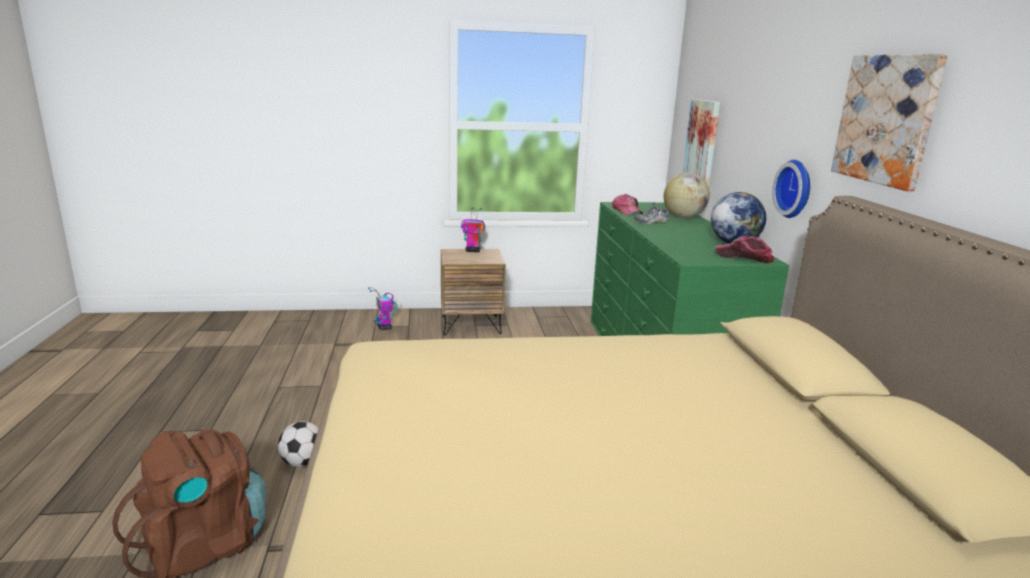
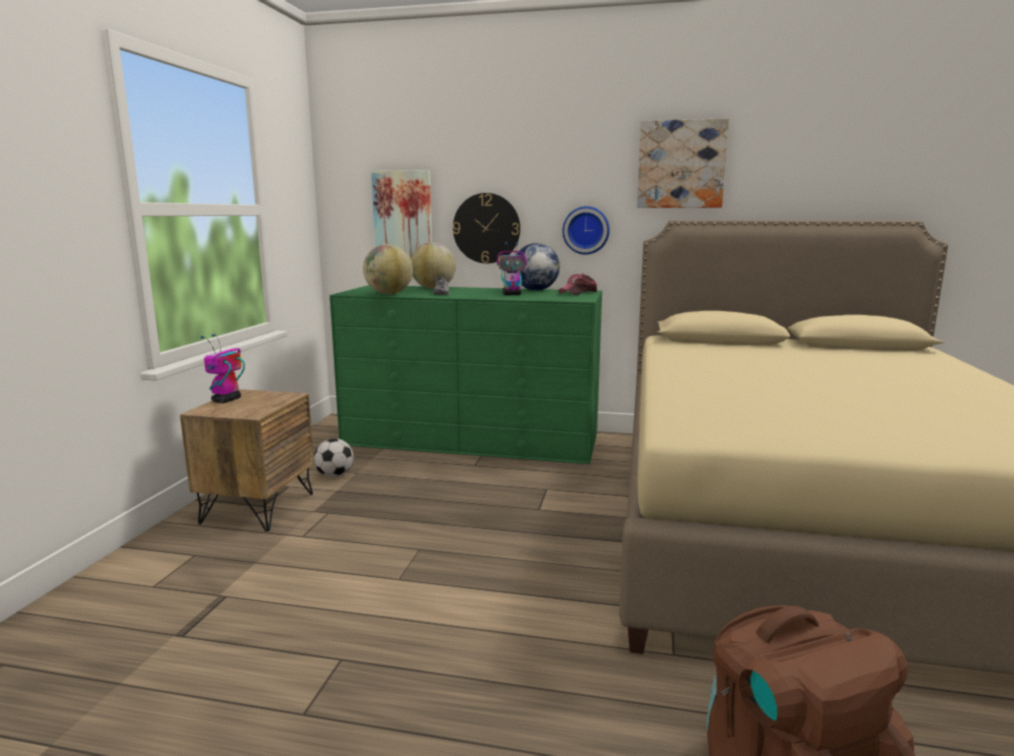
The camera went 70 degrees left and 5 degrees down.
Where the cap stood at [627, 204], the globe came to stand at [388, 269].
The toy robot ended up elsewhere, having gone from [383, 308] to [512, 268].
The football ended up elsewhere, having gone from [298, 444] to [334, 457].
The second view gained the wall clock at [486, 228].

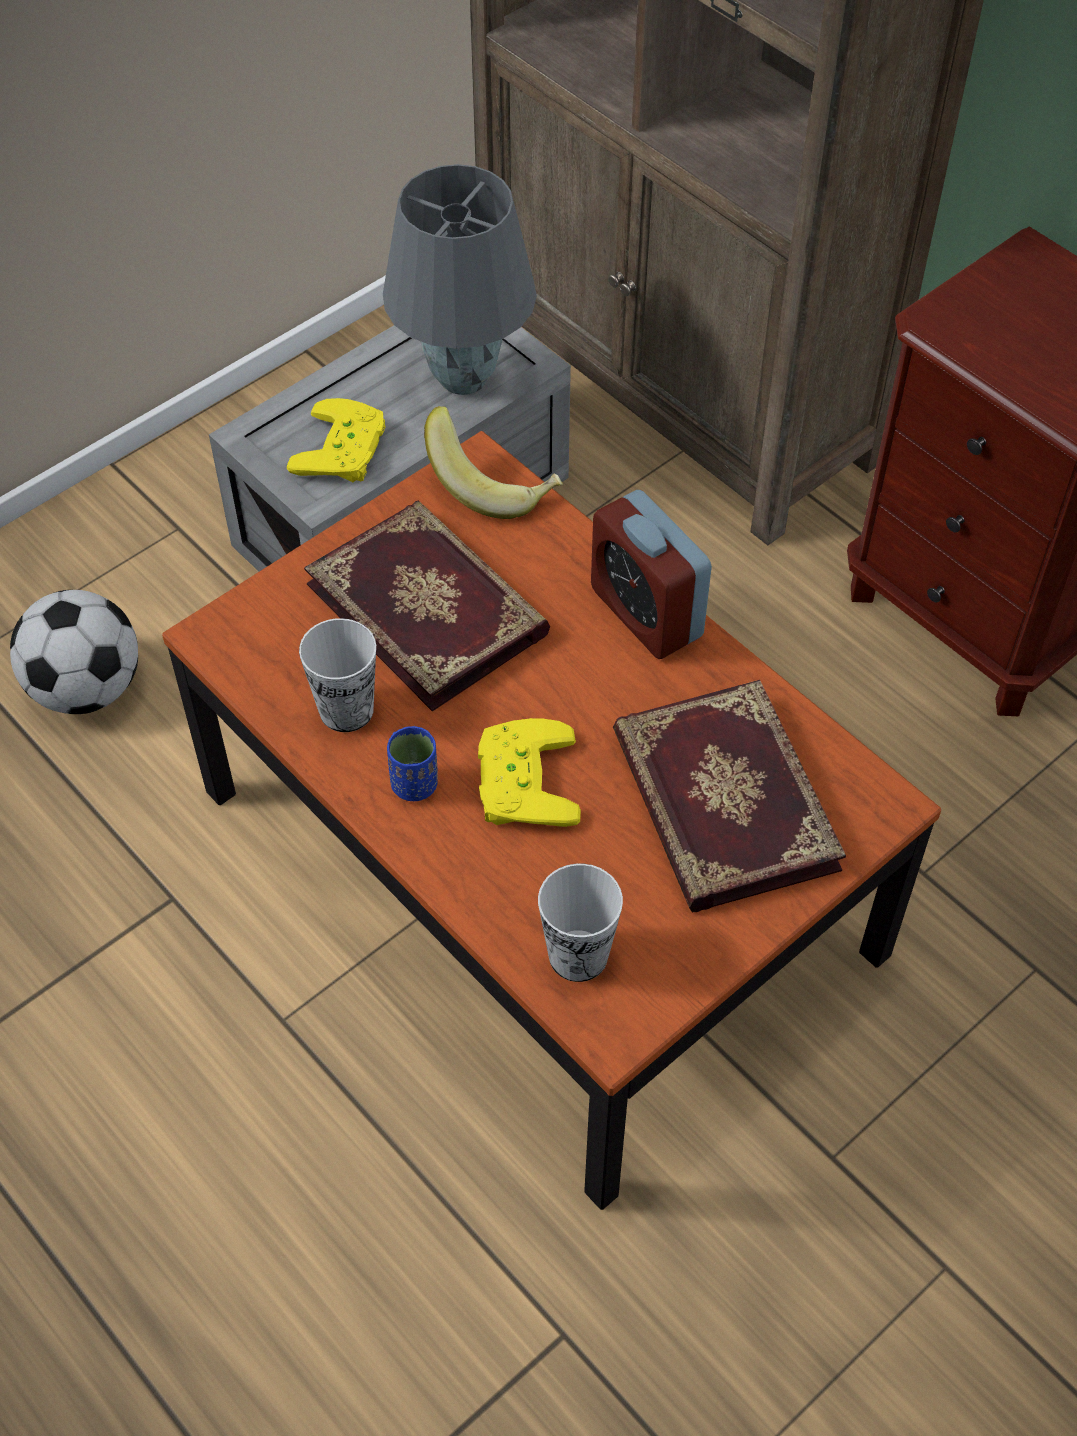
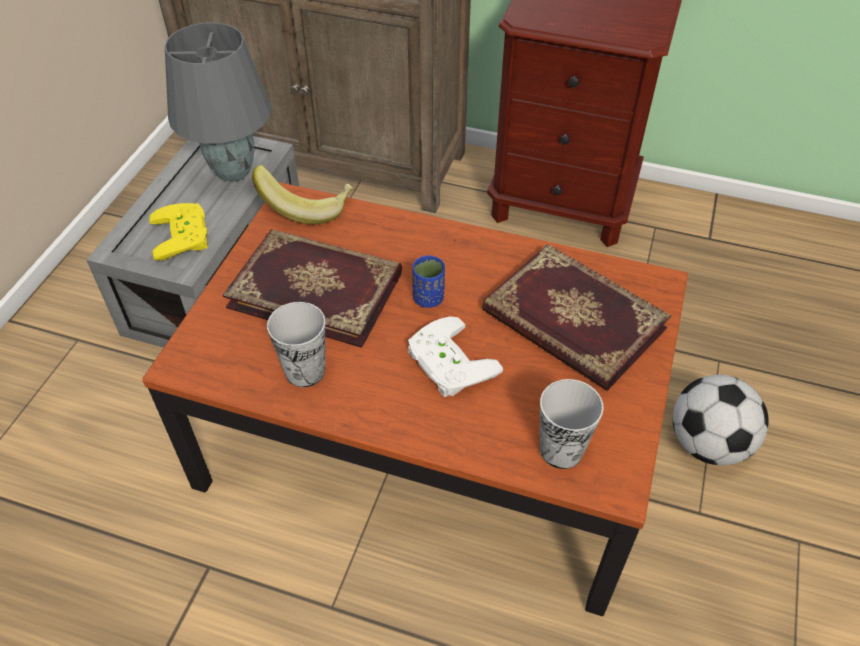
The camera went 30 degrees left and 5 degrees down.
The second view lost the alarm clock at [651, 574].
The football ended up elsewhere, having gone from [74, 652] to [721, 420].
What was the yellow game controller at [529, 772] turned into the white game controller at [455, 356].
The blue cup ended up elsewhere, having gone from [412, 763] to [428, 281].

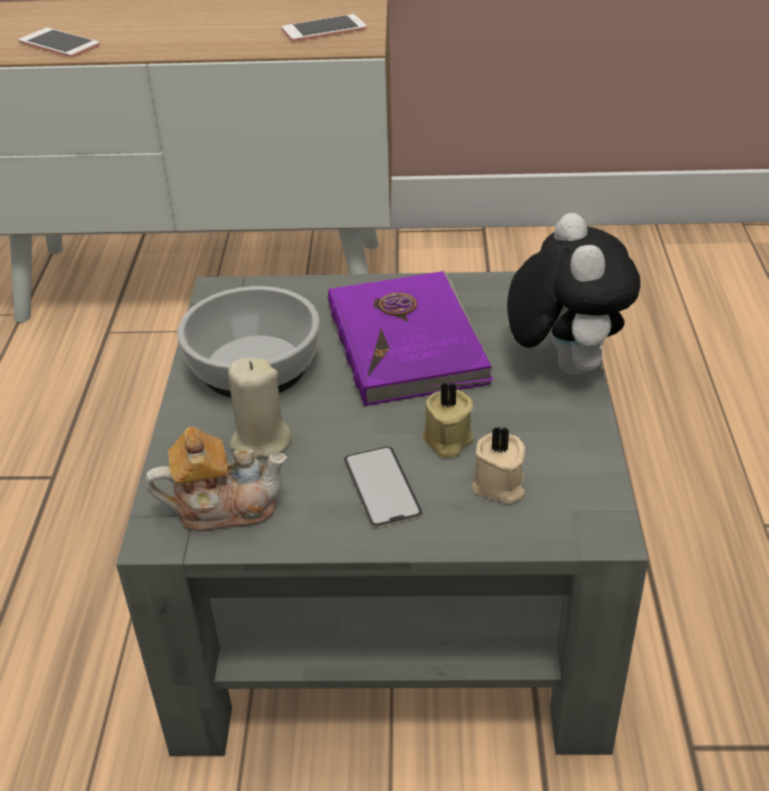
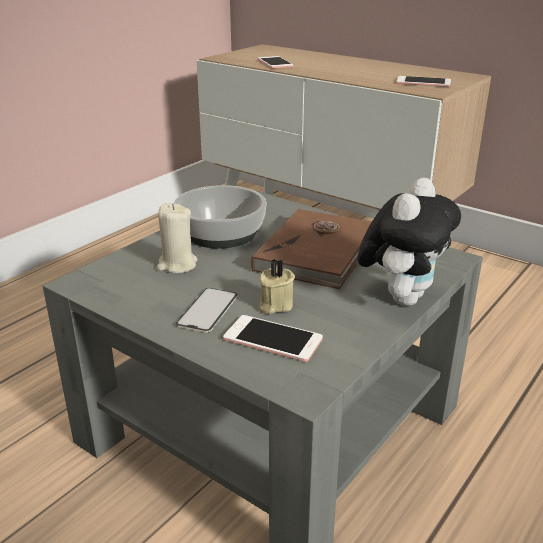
The camera went 35 degrees right and 10 degrees down.
What was the purple book at [411, 338] turned into the brown book at [311, 249].
Where the beige candle stood at [498, 465], the phone came to stand at [273, 338].
The second view lost the teapot at [216, 479].

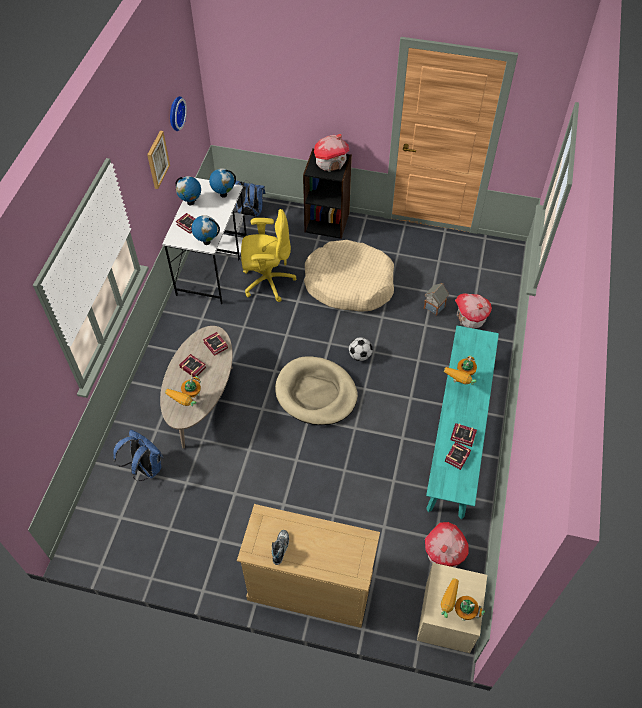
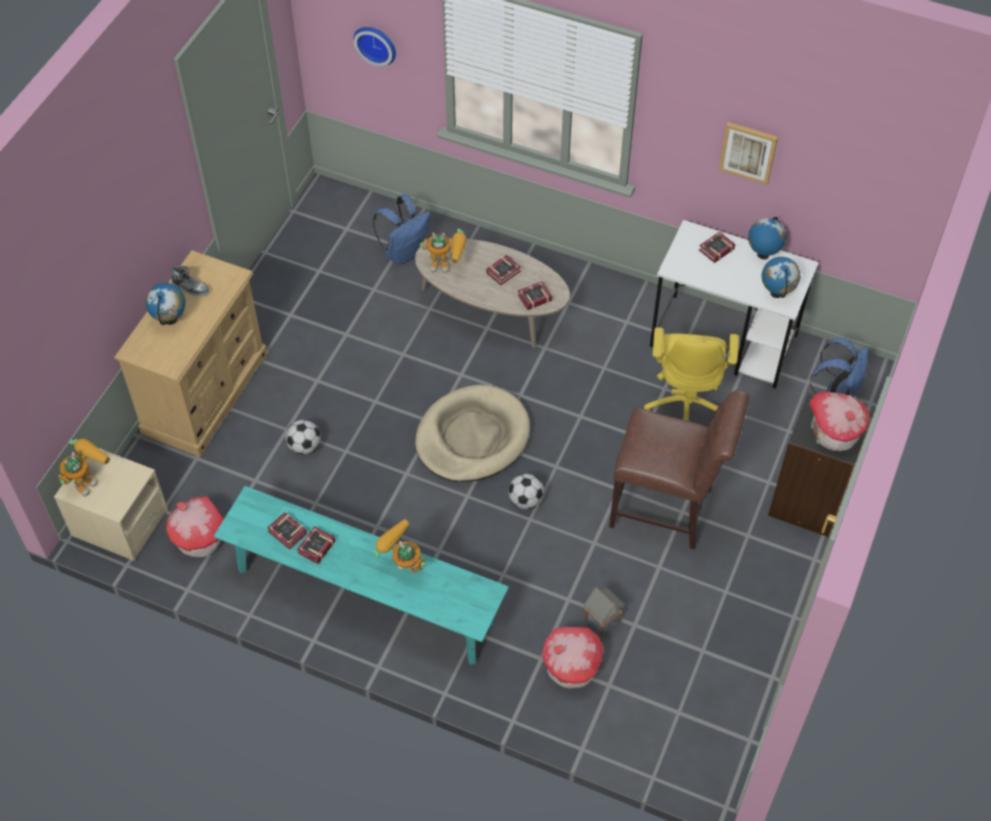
The camera went 100 degrees right and 0 degrees up.
The wall clock ended up elsewhere, having gone from [178, 113] to [375, 46].
The globe ended up elsewhere, having gone from [205, 230] to [165, 304].
Where the beige dog bed stood at [349, 276], the brown chair came to stand at [679, 469].
The toy robot at [183, 391] ended up facing another way, 150 degrees clockwise from before.
The second view gained the football at [303, 437].

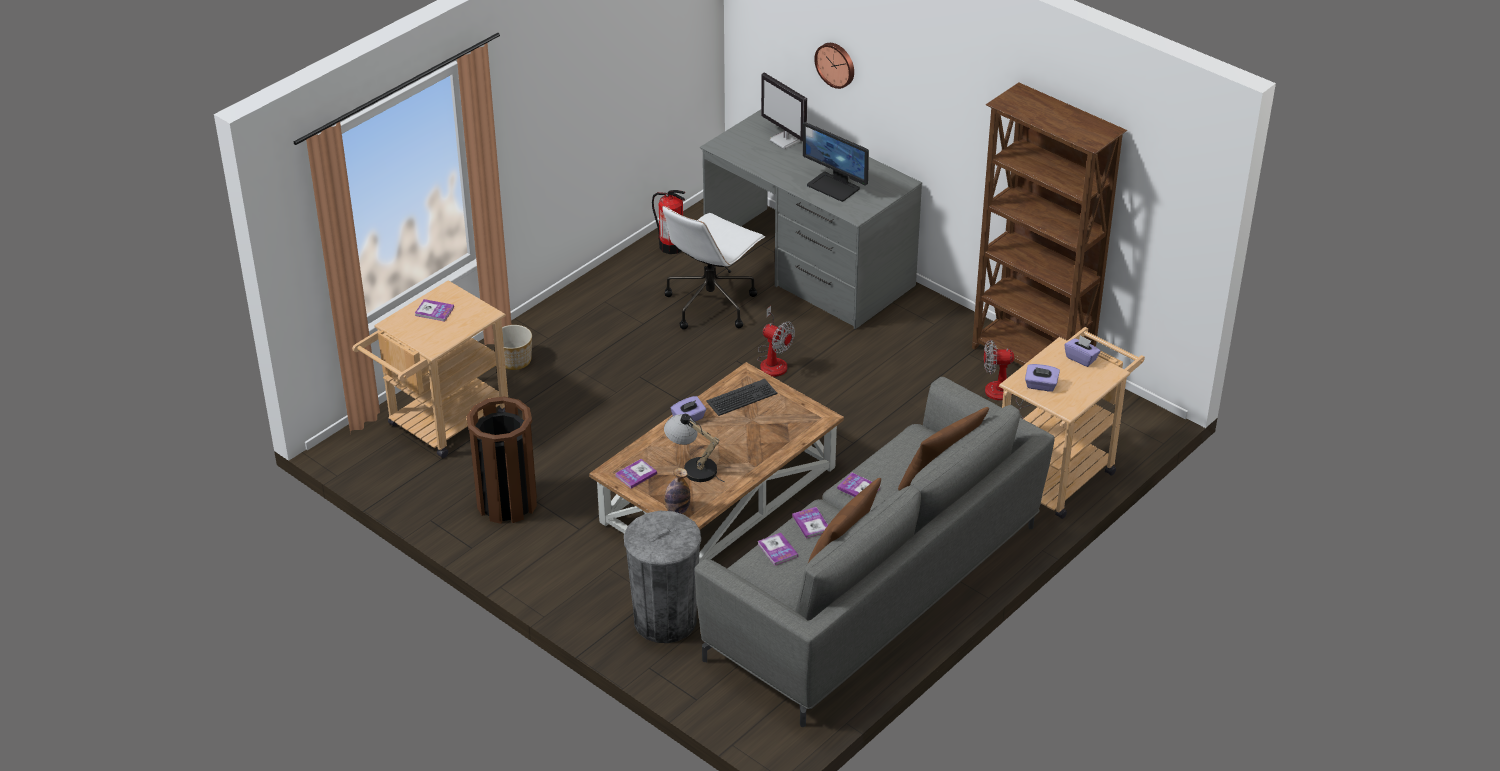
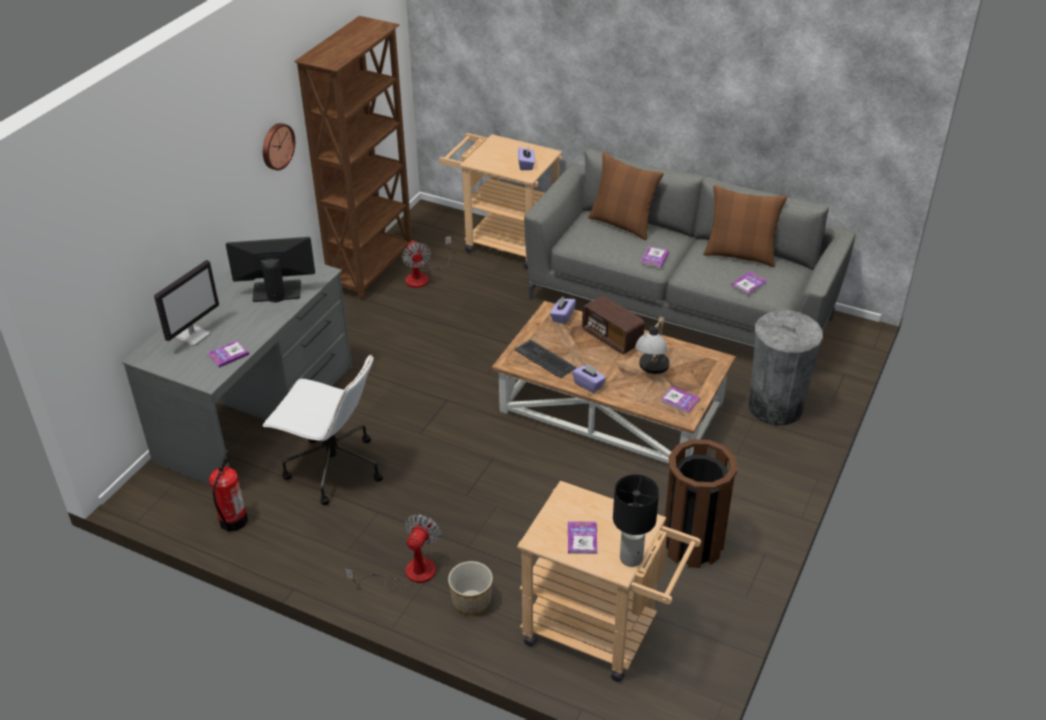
The camera went 105 degrees left and 0 degrees up.
The wall clock ended up elsewhere, having gone from [834, 66] to [279, 146].
The monitor at [836, 162] ended up facing another way, 120 degrees counterclockwise from before.
The fan ended up elsewhere, having gone from [776, 341] to [393, 552].
The purple tissue box ended up elsewhere, having gone from [1082, 351] to [563, 310].
The second view lost the bottle at [677, 491].
The book ended up elsewhere, having gone from [810, 522] to [228, 354].
The second view gained the radio at [613, 324].
The second view gained the black table lamp at [636, 520].

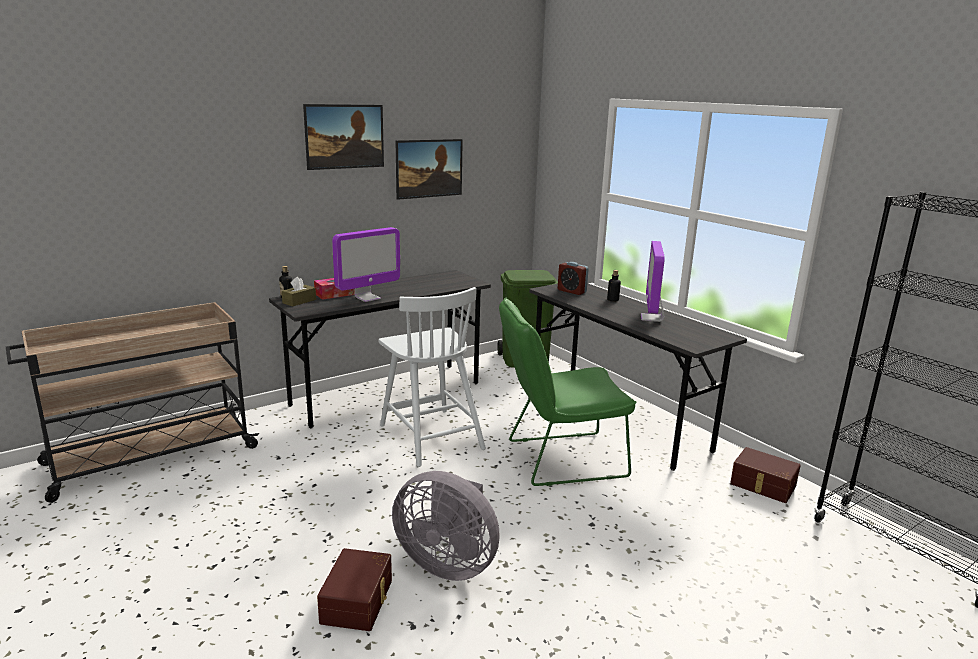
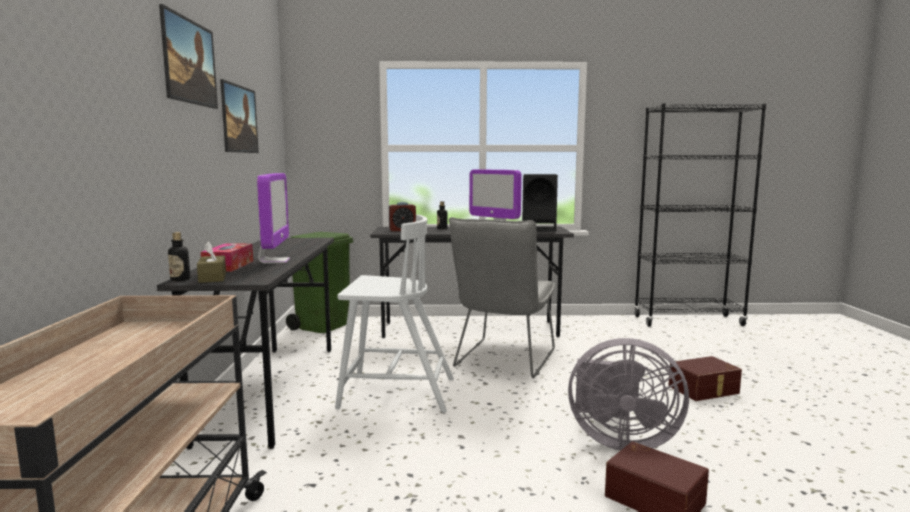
The camera went 55 degrees left and 10 degrees down.
What was the green chair at [568, 391] turned into the grey chair at [502, 297].
The brown storage box ended up elsewhere, having gone from [765, 475] to [705, 378].
The grey fan at [446, 526] ended up facing another way, 45 degrees clockwise from before.
The second view gained the black speaker at [540, 202].

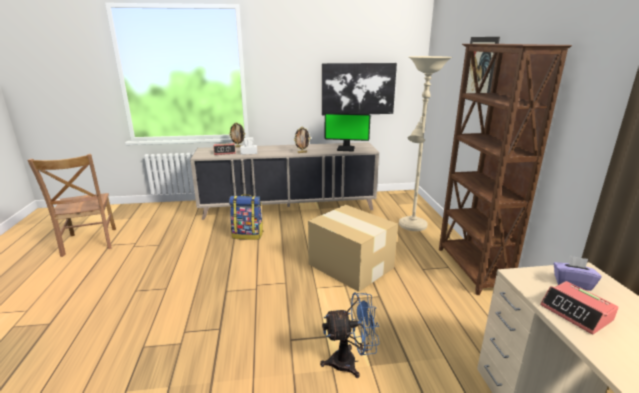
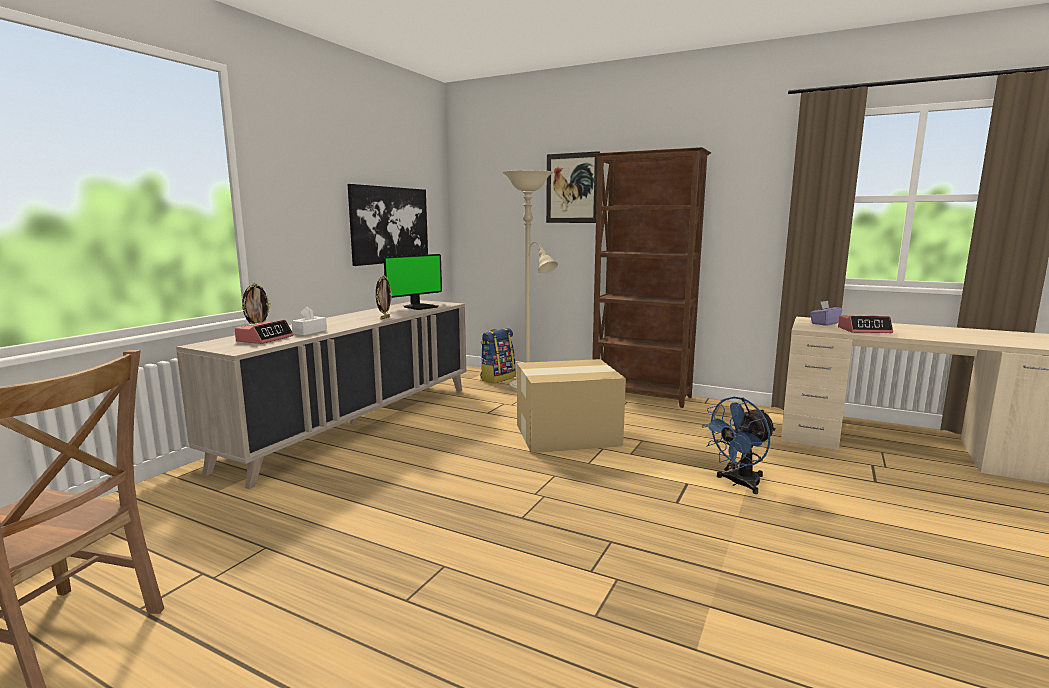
The camera went 55 degrees left and 10 degrees down.
The backpack ended up elsewhere, having gone from [246, 217] to [498, 355].
The blue fan at [350, 335] ended up facing another way, 150 degrees counterclockwise from before.

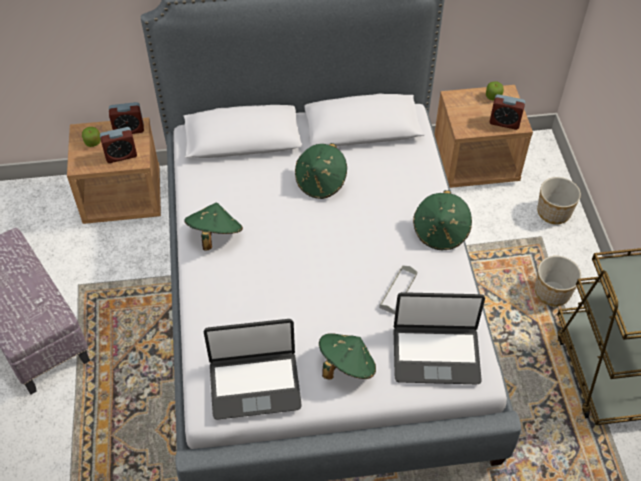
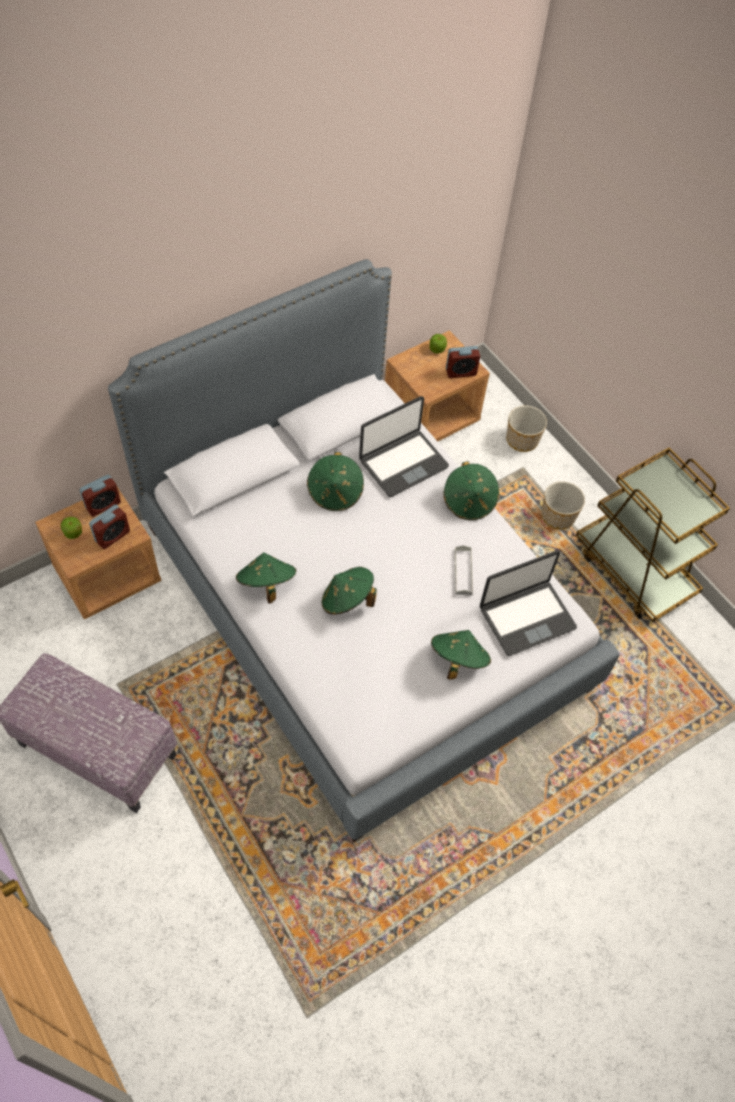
The camera went 30 degrees left and 5 degrees up.
The laptop ended up elsewhere, having gone from [253, 369] to [404, 446].
The second view gained the green hat at [349, 591].

